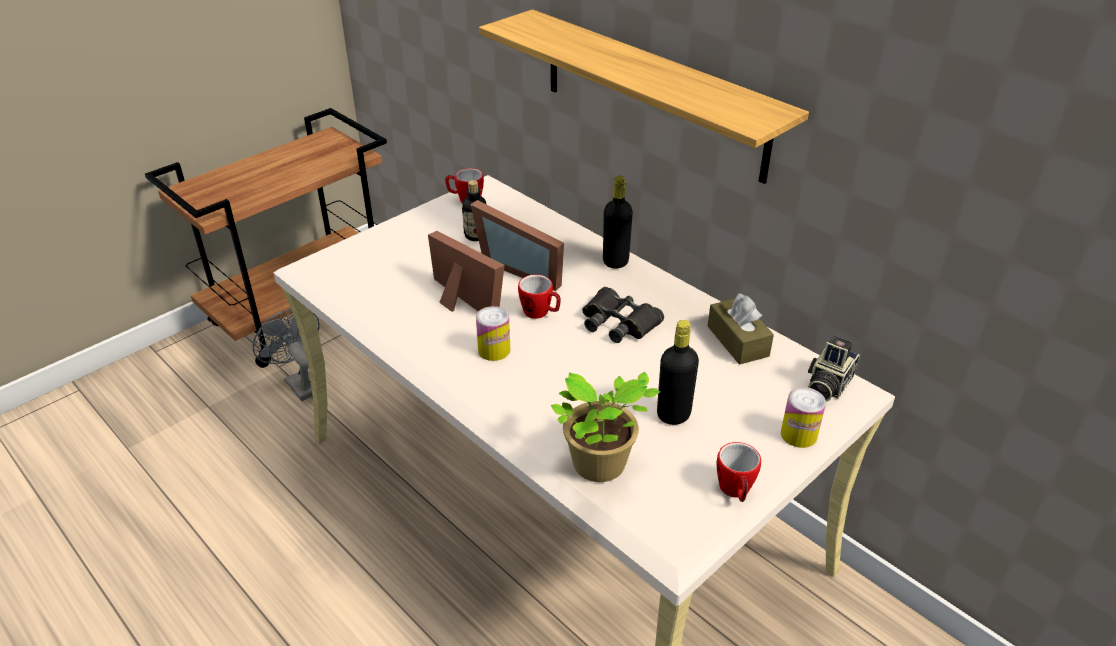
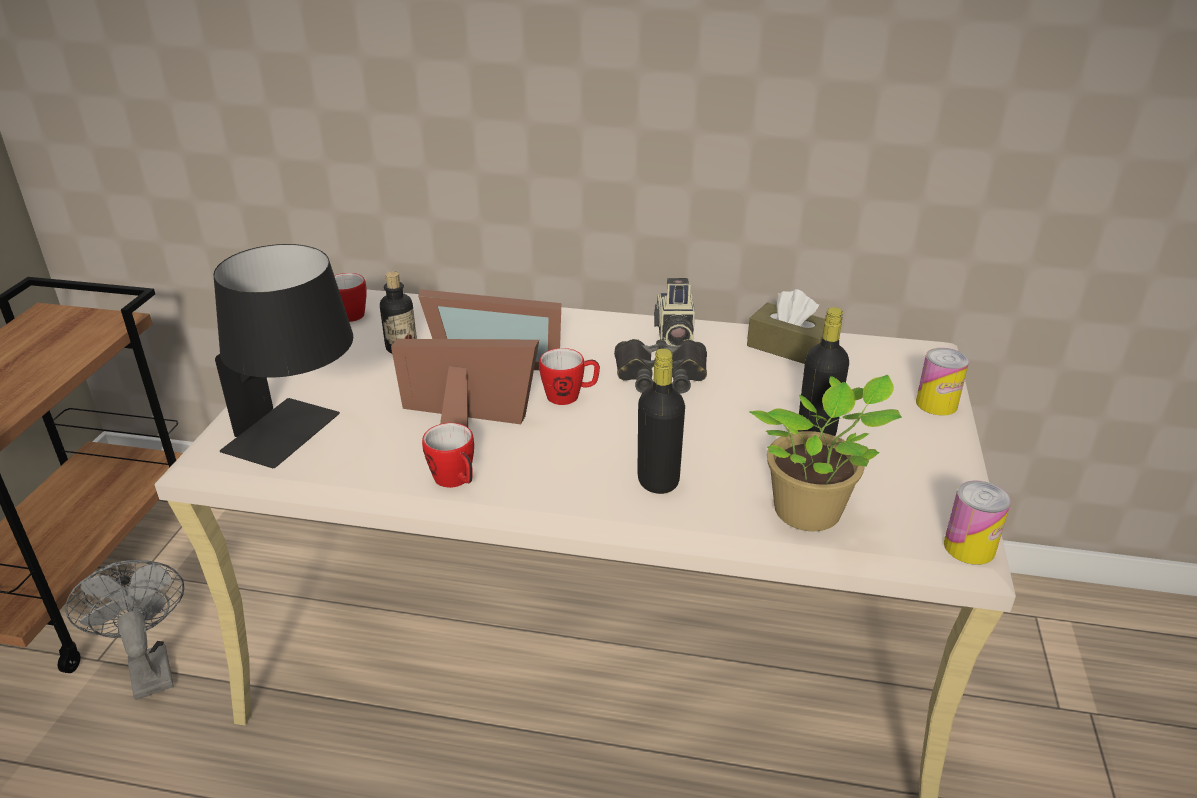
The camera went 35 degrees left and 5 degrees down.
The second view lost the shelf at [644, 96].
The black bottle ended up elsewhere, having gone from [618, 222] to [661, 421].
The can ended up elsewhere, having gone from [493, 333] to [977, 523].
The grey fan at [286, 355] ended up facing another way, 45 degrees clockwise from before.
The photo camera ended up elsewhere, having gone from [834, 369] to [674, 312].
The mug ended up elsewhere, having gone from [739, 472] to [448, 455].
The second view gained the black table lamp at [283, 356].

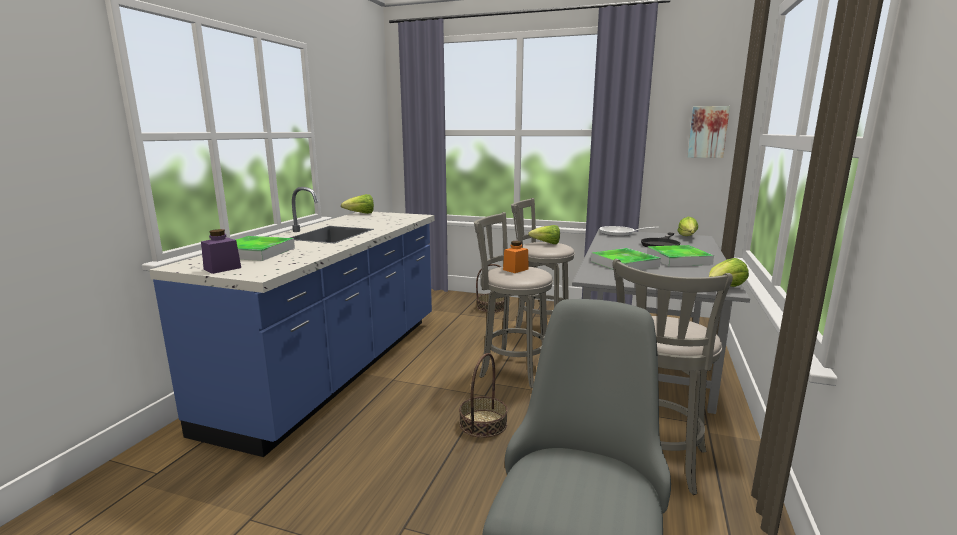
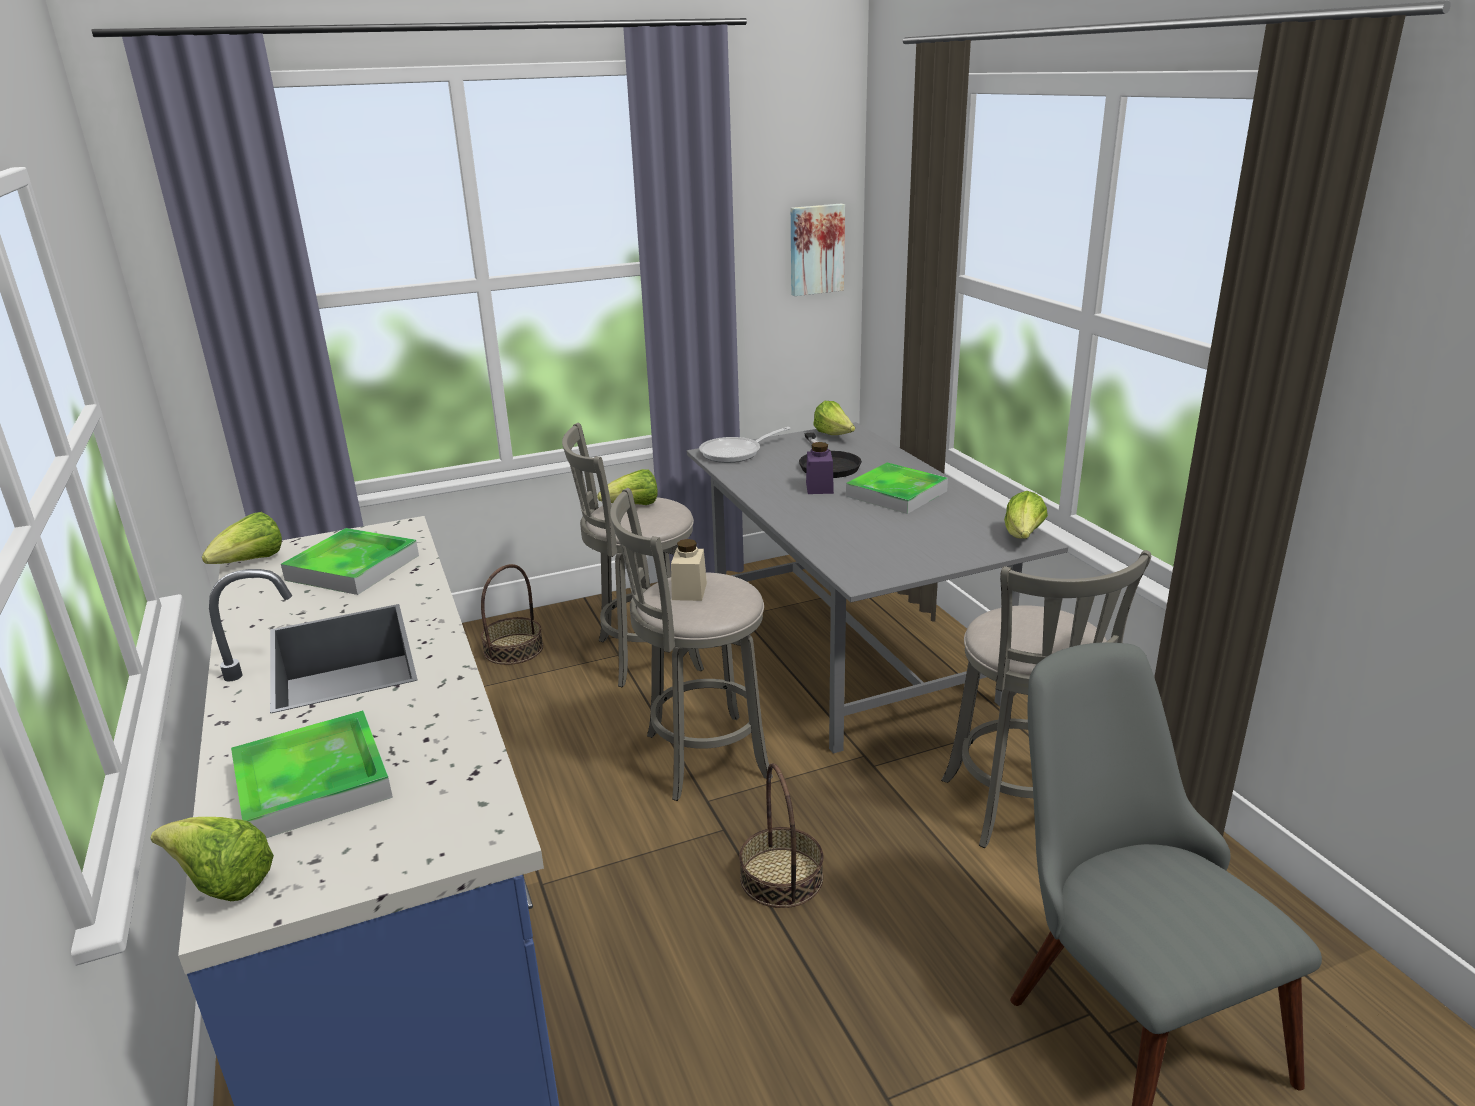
The camera went 40 degrees left and 10 degrees up.
The purple jar ended up elsewhere, having gone from [221, 251] to [820, 468].
What was the orange jar at [516, 257] turned into the beige jar at [689, 570].
The tray ended up elsewhere, having gone from [626, 259] to [350, 561].
The second view gained the lettuce at [212, 859].

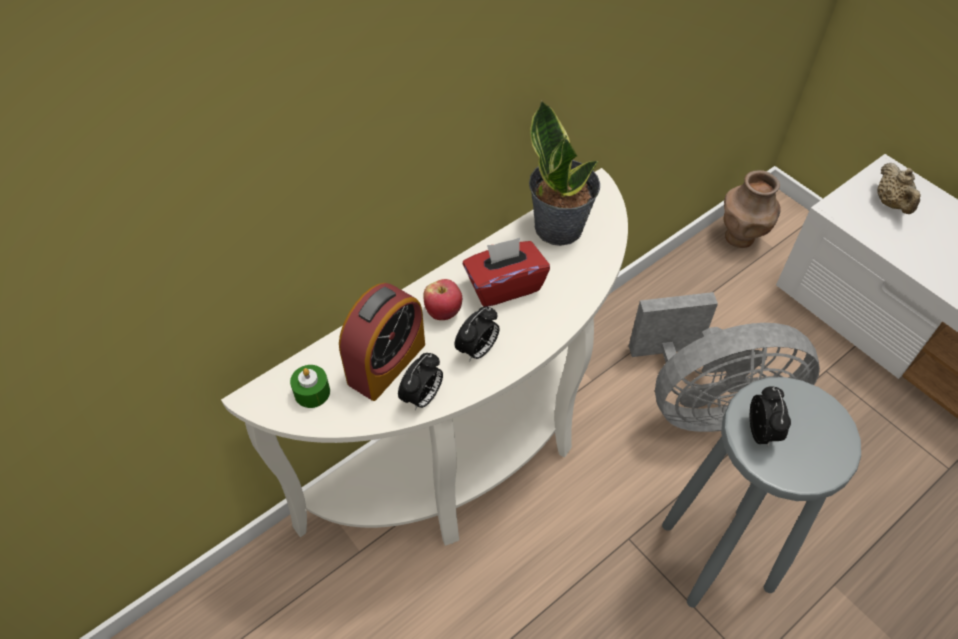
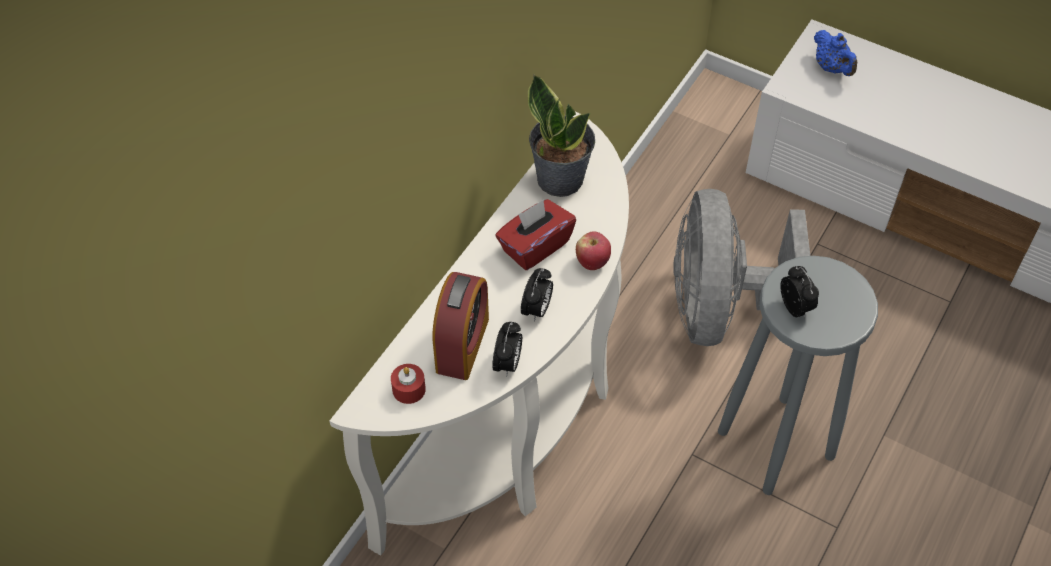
The camera went 20 degrees left and 0 degrees up.
What was the beige teapot at [899, 188] turned into the blue teapot at [835, 53].
The second view lost the brown vase at [752, 209].
The apple ended up elsewhere, having gone from [442, 299] to [593, 251].
The grey fan at [724, 362] ended up facing another way, 120 degrees clockwise from before.
What was the green candle at [310, 386] turned into the red candle at [408, 384].

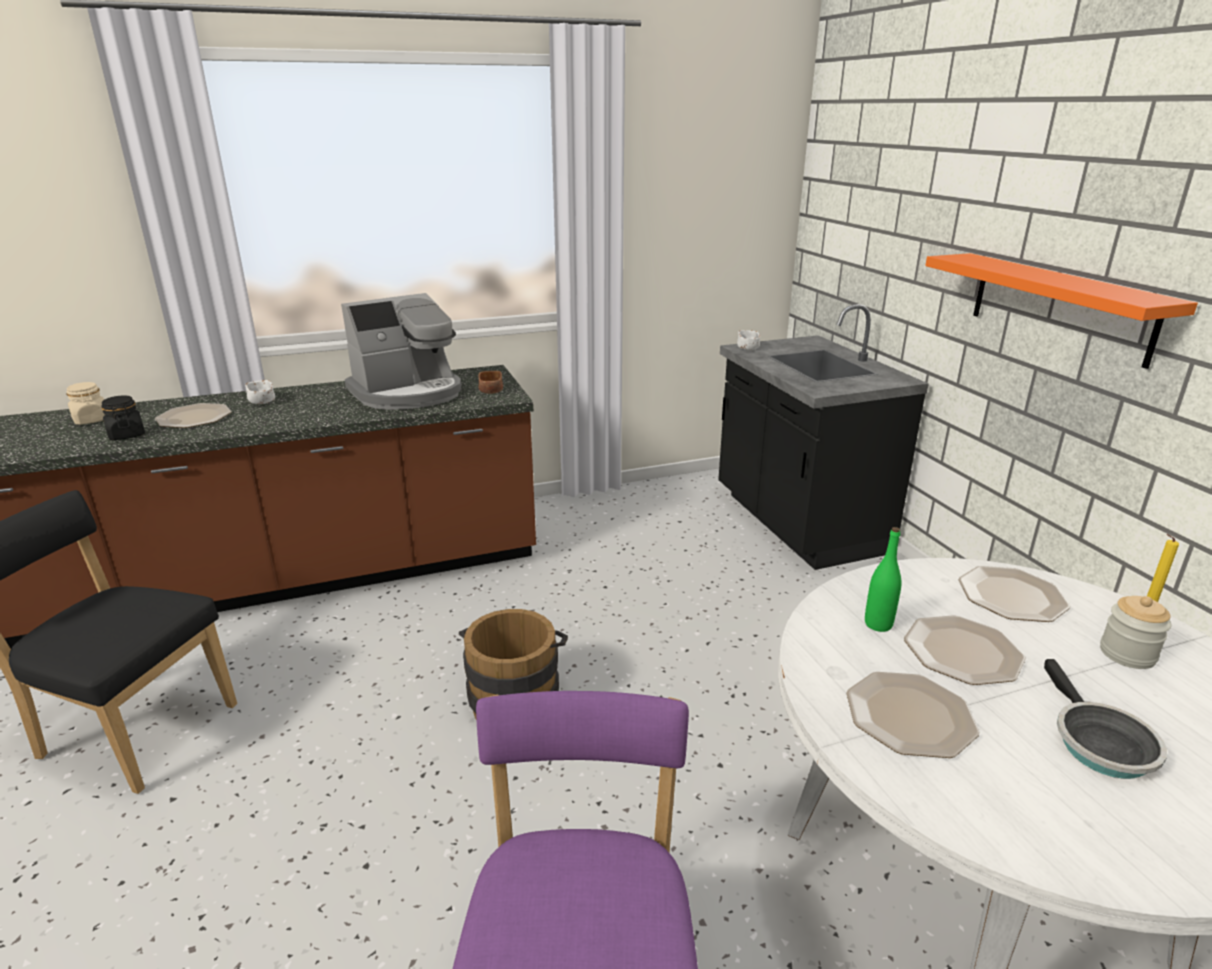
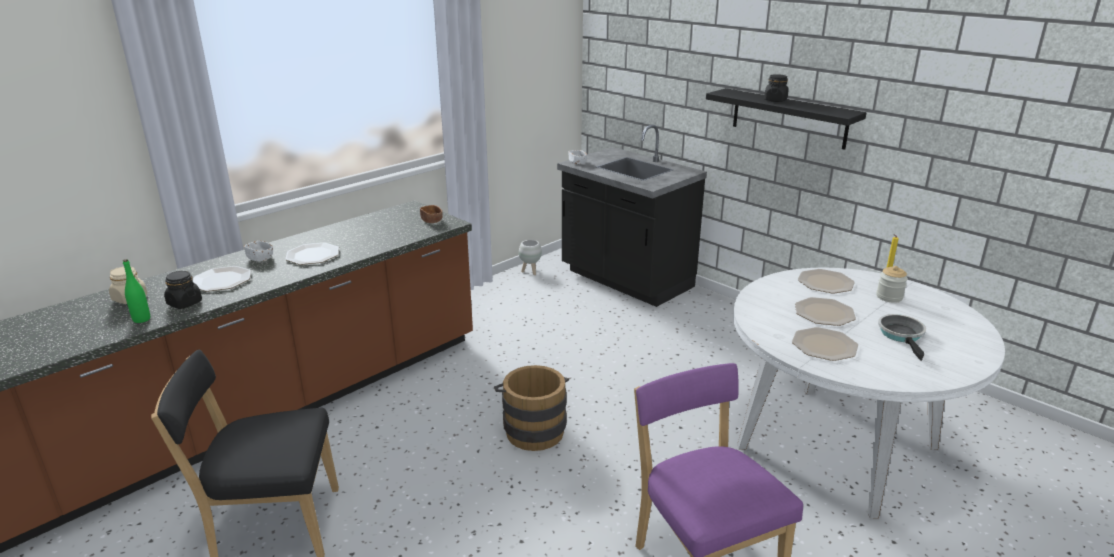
The camera went 25 degrees left and 0 degrees up.
What was the orange shelf at [1061, 311] turned into the black shelf at [786, 119].
The second view lost the coffee machine at [401, 351].
The green bottle ended up elsewhere, having gone from [883, 579] to [136, 291].
The frying pan at [1105, 719] ended up facing another way, 150 degrees counterclockwise from before.
The second view gained the black jar at [776, 88].
The second view gained the white planter at [530, 257].
The second view gained the plate at [312, 253].

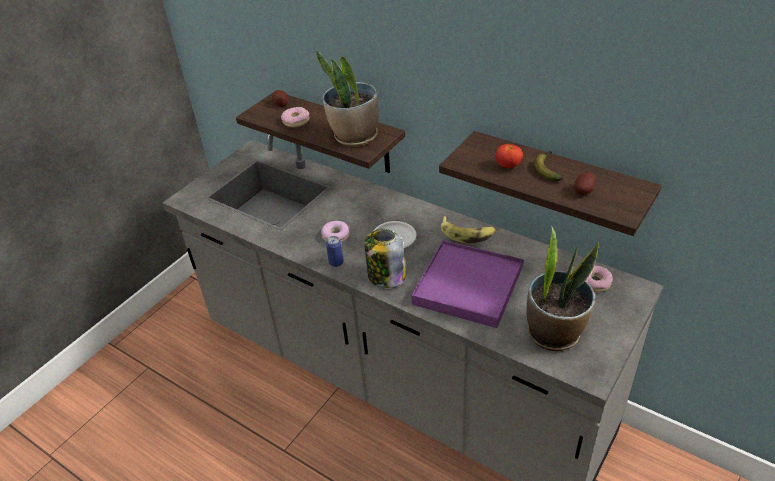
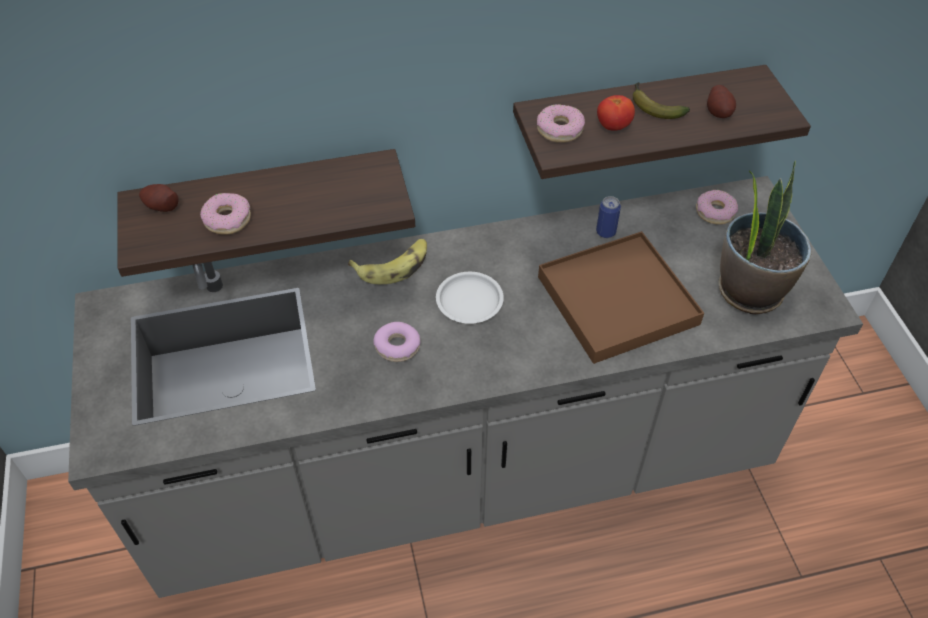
The camera went 50 degrees left and 10 degrees up.
The second view lost the potted plant at [347, 99].
The banana ended up elsewhere, having gone from [468, 230] to [387, 261].
The second view lost the jar at [385, 258].
The can ended up elsewhere, having gone from [334, 251] to [608, 217].
What was the purple tray at [467, 284] turned into the brown tray at [621, 297].
The second view gained the donut at [561, 123].

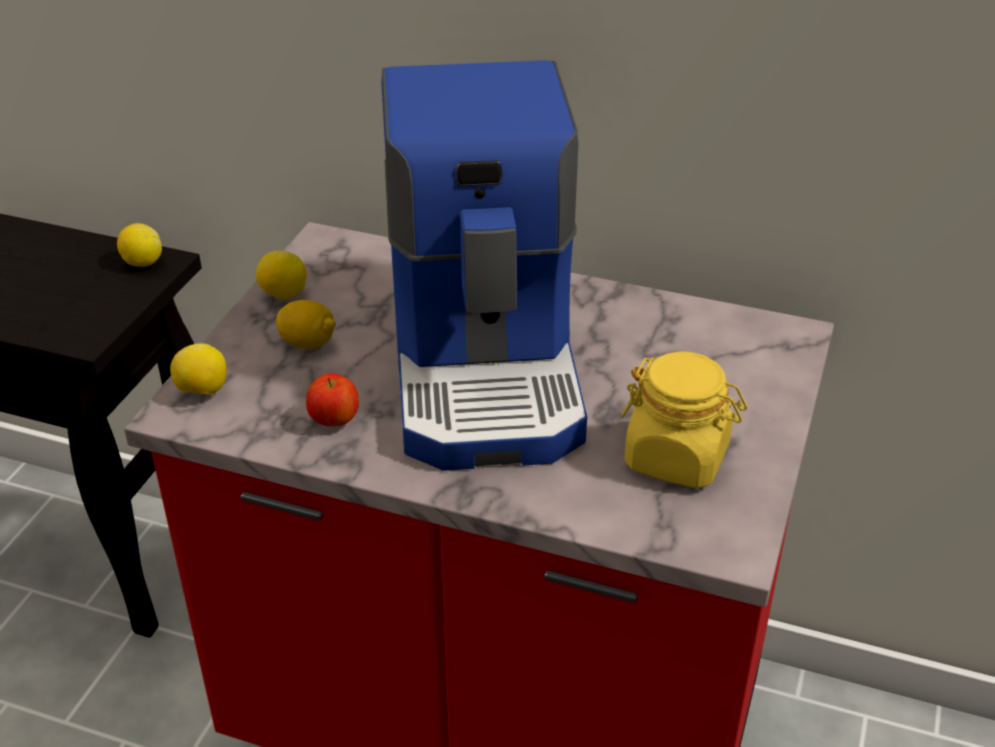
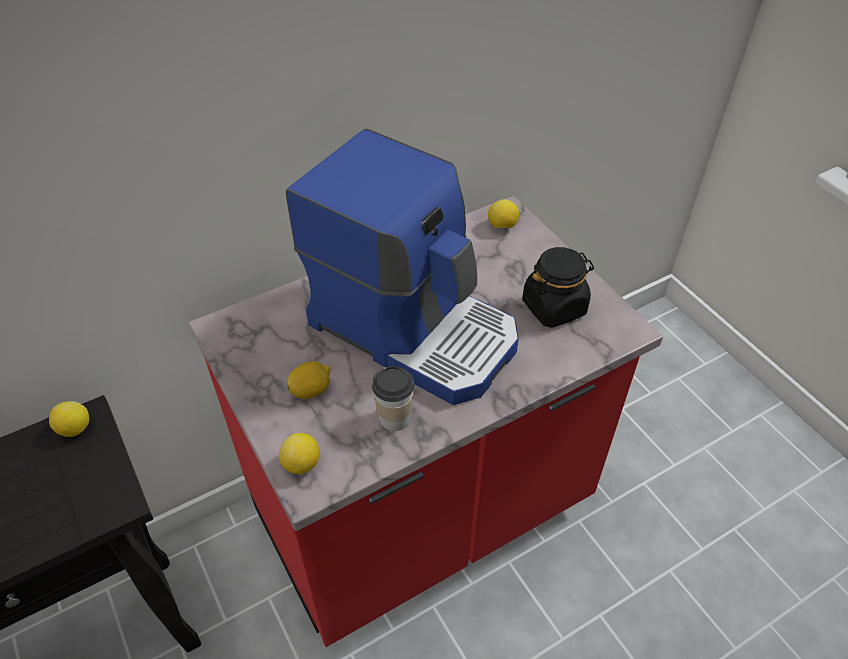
The camera went 50 degrees left and 10 degrees up.
The lemon ended up elsewhere, having gone from [281, 275] to [503, 213].
What was the yellow jar at [684, 419] turned into the black jar at [558, 287].
Where the apple stood at [332, 399], the cup came to stand at [393, 398].

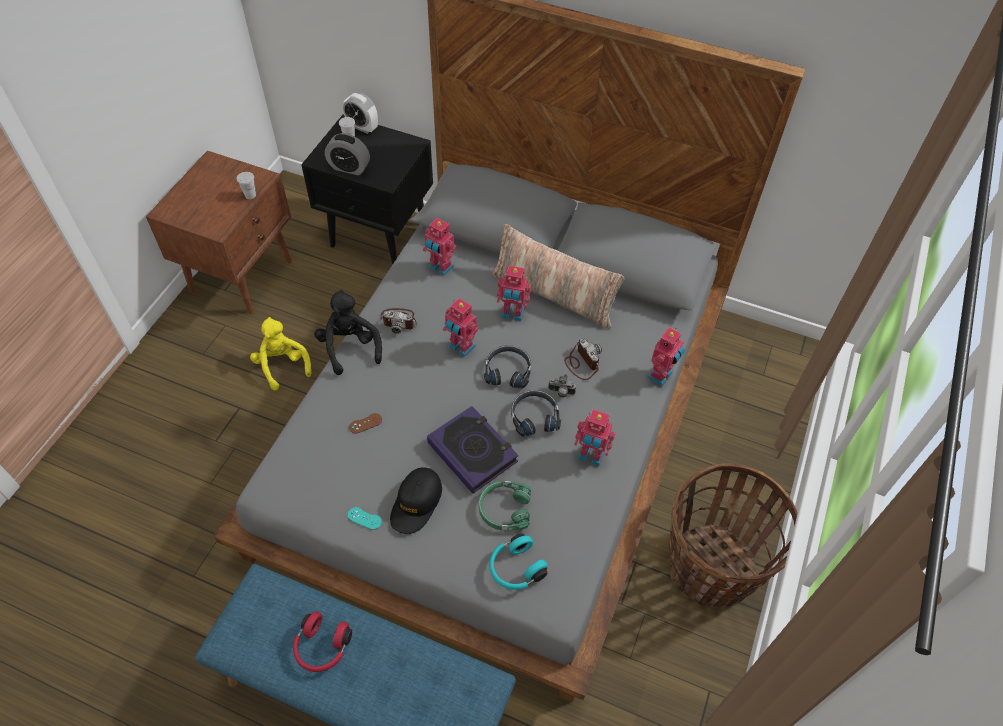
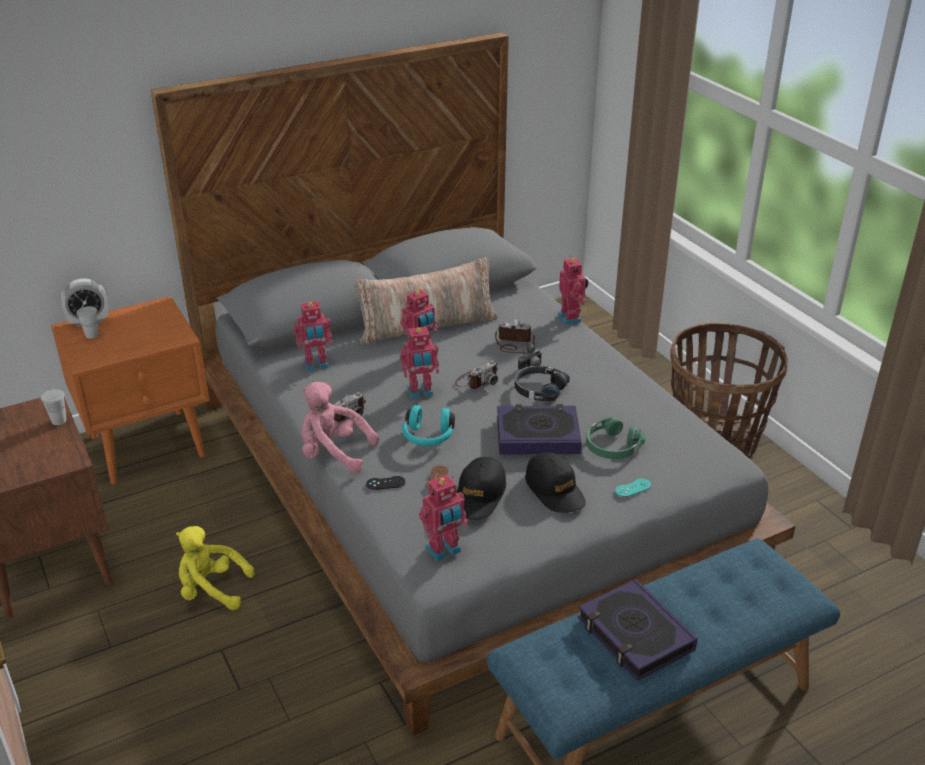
The camera went 50 degrees left and 20 degrees down.
What was the black nightstand at [367, 190] turned into the orange nightstand at [130, 390].
The second view lost the alarm clock at [347, 154].
What was the black plush toy at [348, 332] turned into the pink plush toy at [340, 427].
Where the black headphones stood at [507, 367], the photo camera came to stand at [476, 374].
The toy robot ended up elsewhere, having gone from [594, 437] to [443, 518].
The turquoise game controller ended up elsewhere, having gone from [365, 518] to [633, 488].
The turquoise headphones ended up elsewhere, having gone from [518, 562] to [428, 425].
Where the red headphones stood at [322, 641], the book came to stand at [638, 630].
The second view gained the black cap at [481, 488].
The second view gained the black game controller at [385, 483].

